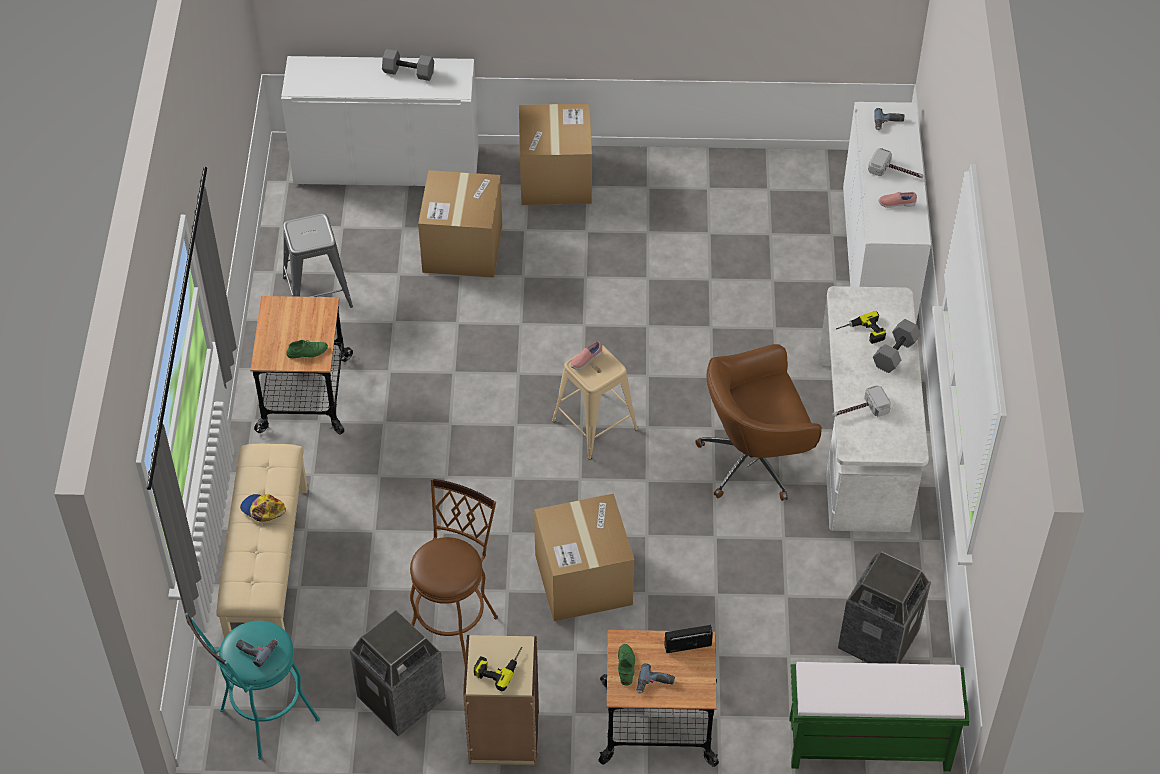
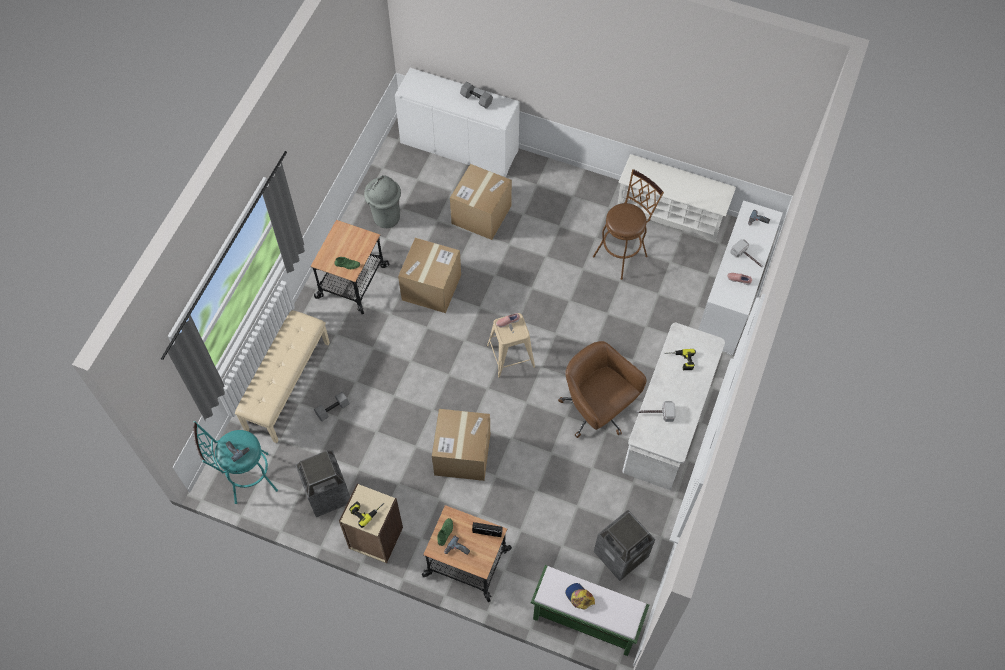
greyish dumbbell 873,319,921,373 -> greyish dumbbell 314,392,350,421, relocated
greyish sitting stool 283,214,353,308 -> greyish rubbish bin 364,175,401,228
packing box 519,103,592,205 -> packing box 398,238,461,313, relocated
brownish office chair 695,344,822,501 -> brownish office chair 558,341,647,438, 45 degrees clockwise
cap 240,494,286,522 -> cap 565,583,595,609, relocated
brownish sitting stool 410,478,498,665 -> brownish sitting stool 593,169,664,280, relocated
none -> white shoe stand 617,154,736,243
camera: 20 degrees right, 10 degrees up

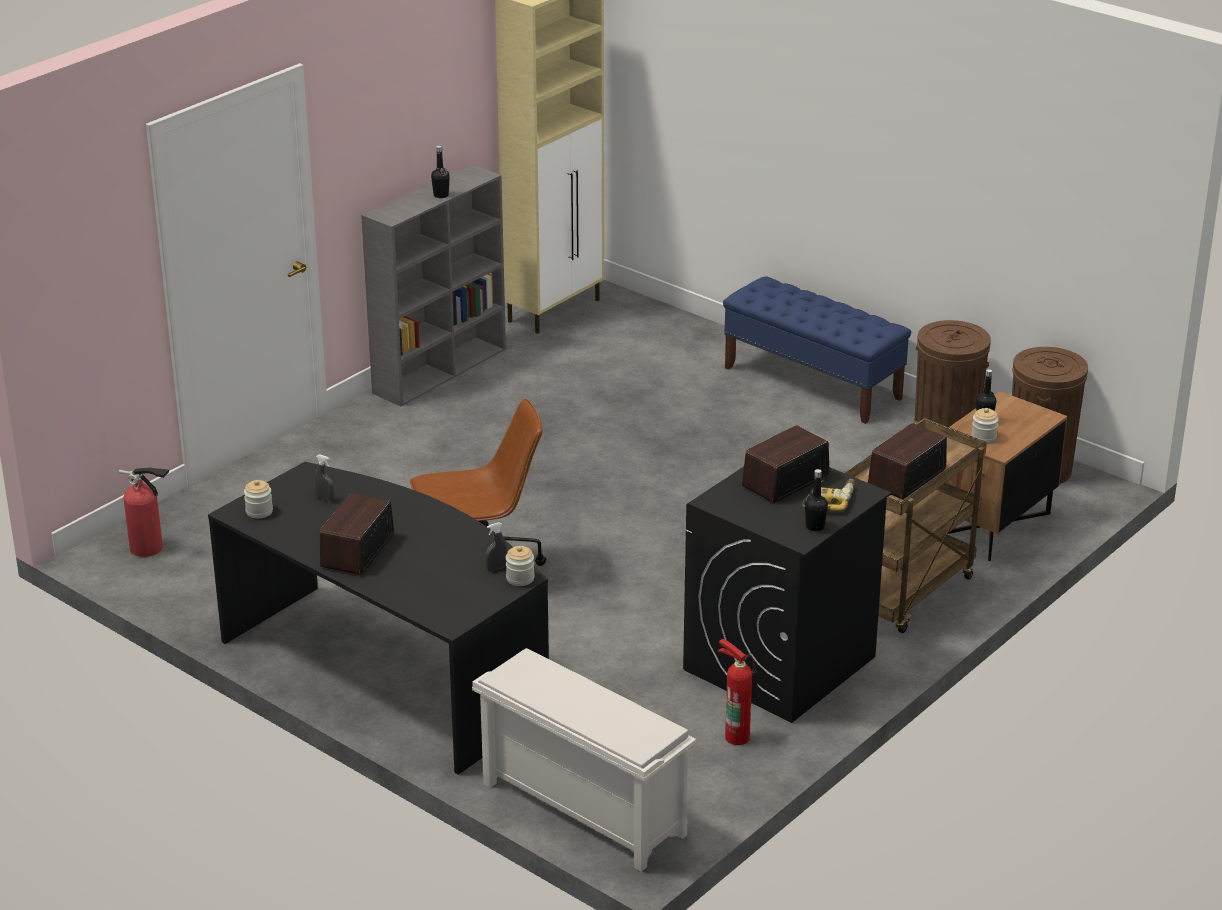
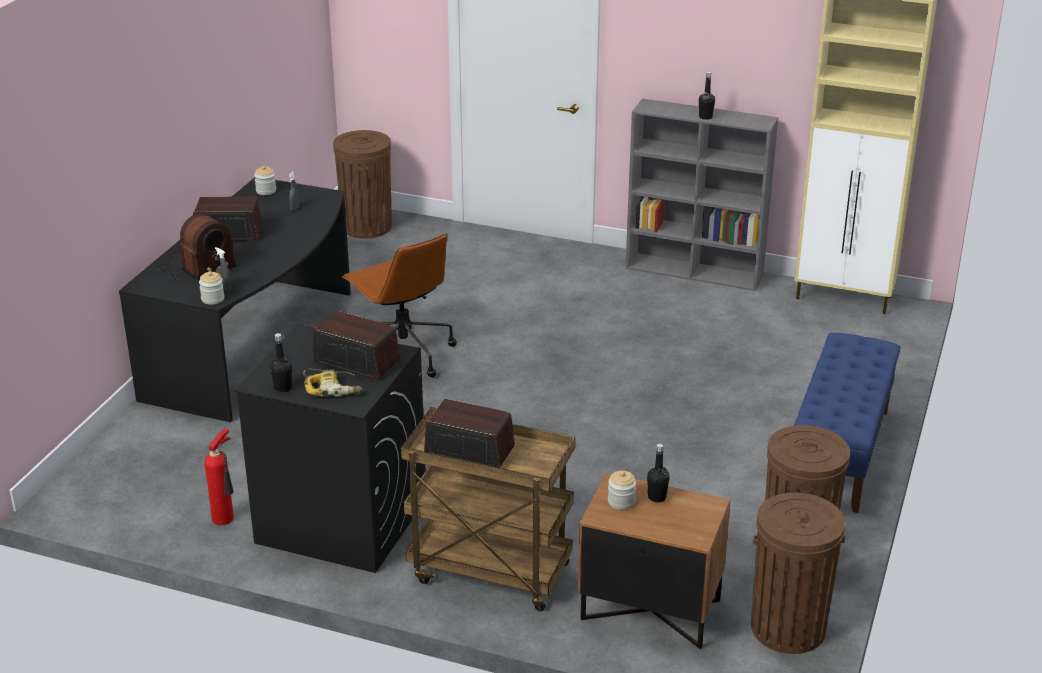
none -> radio set 158,213,237,281
fire-fighting cylinder 119,467,169,557 -> brownish rubbish bin 333,130,392,239
white shoe stand 472,648,696,872 -> none
camera: 70 degrees right, 0 degrees up

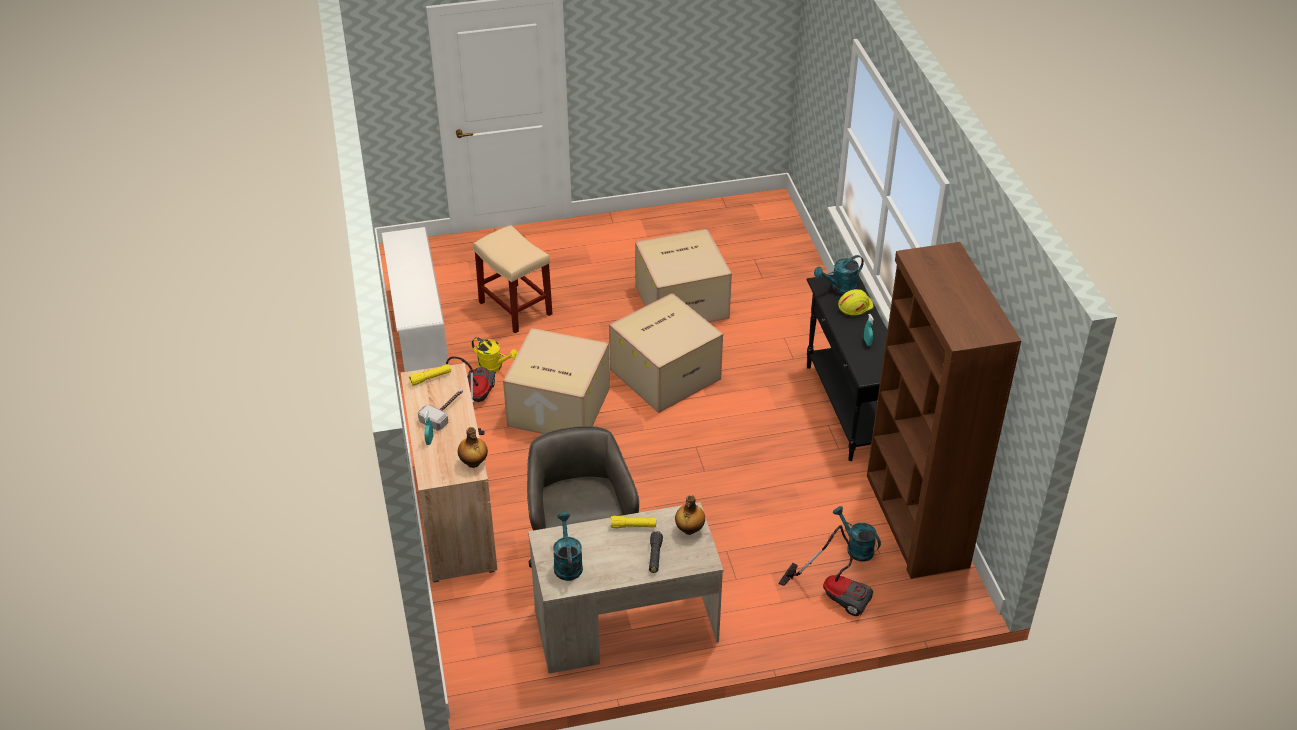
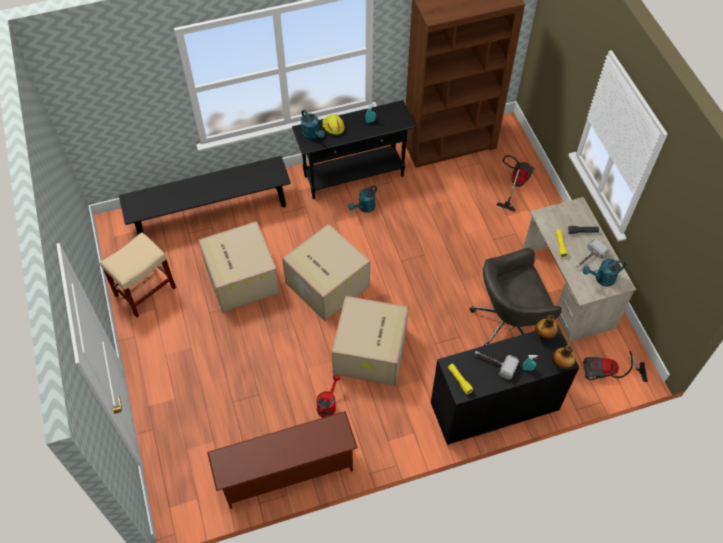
beige-coloured sitting stool 474,225,552,333 -> beige-coloured sitting stool 100,232,176,318, relocated
none -> black-coloured long seat 119,156,291,235
white shoe stand 382,227,449,372 -> brownish shoe stand 207,411,358,509
yellow watering can 472,337,518,372 -> reddish watering can 317,375,341,418
blue-green watering can 833,506,881,562 -> blue-green watering can 348,185,377,212, relocated
beige-coloured storage cabinet 401,363,498,582 -> black-coloured storage cabinet 431,324,580,445
drink bottle 675,495,705,535 -> drink bottle 552,345,576,370, relocated
none -> hand hammer 576,239,609,268
vacuum cleaner 446,356,496,435 -> vacuum cleaner 583,351,648,382, relocated
camera: 95 degrees left, 15 degrees up

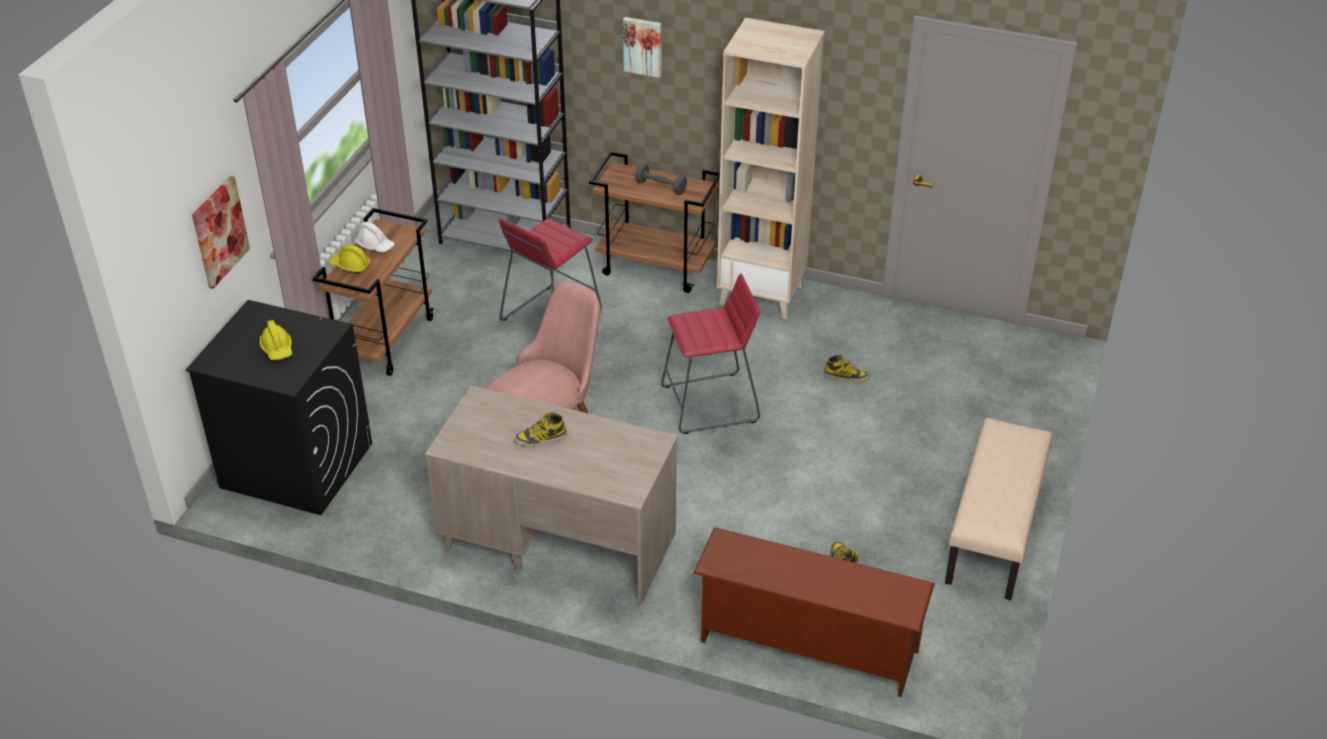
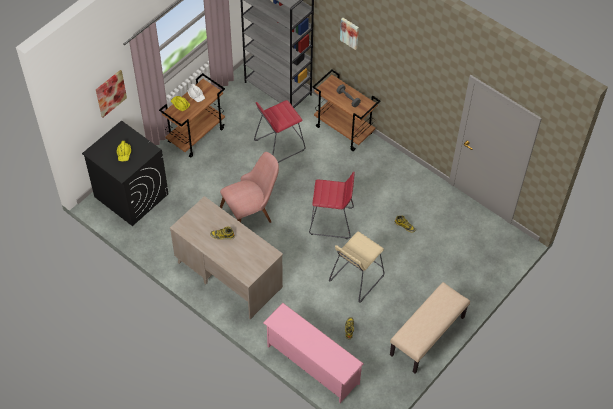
brownish shoe stand 693,527,935,697 -> pink shoe stand 263,303,364,403
none -> beige-coloured sitting stool 329,231,384,303
beige-coloured bookshelf 717,18,825,319 -> none
camera: 20 degrees right, 15 degrees up

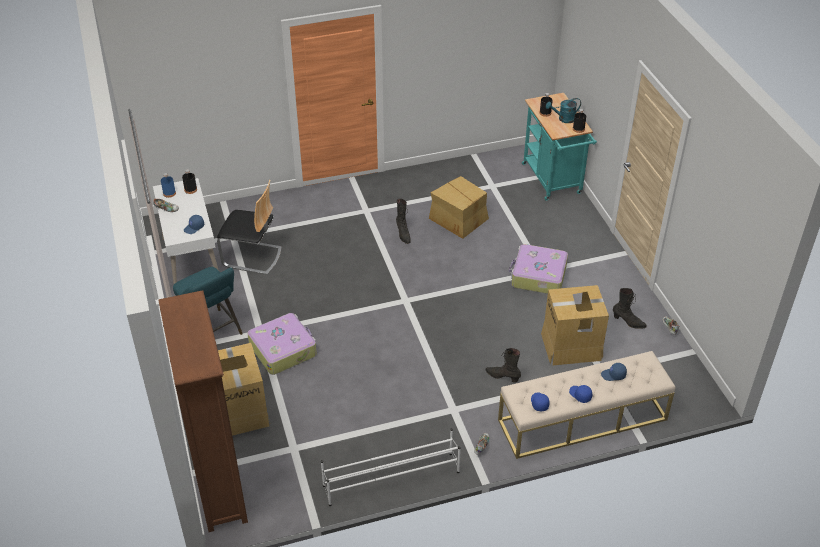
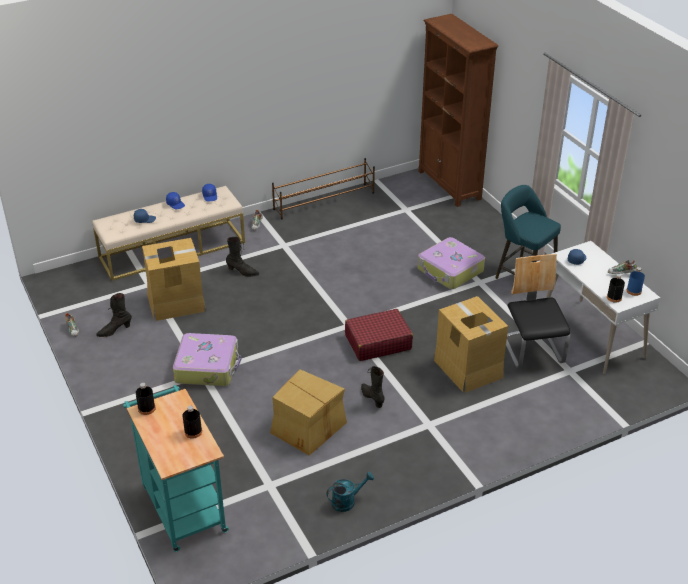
black-coloured high-top boot 613,288,647,329 -> black-coloured high-top boot 96,293,132,337, 45 degrees counterclockwise
white shoe stand 321,428,461,506 -> brownish shoe stand 272,158,375,219
blue-green watering can 546,98,581,123 -> blue-green watering can 326,472,374,512, relocated
none -> reddish travel case 345,309,413,361
packing box 218,343,270,436 -> packing box 434,296,508,393, relocated
chair 217,180,282,275 -> chair 506,254,570,369, 75 degrees clockwise
camera: 170 degrees right, 5 degrees down

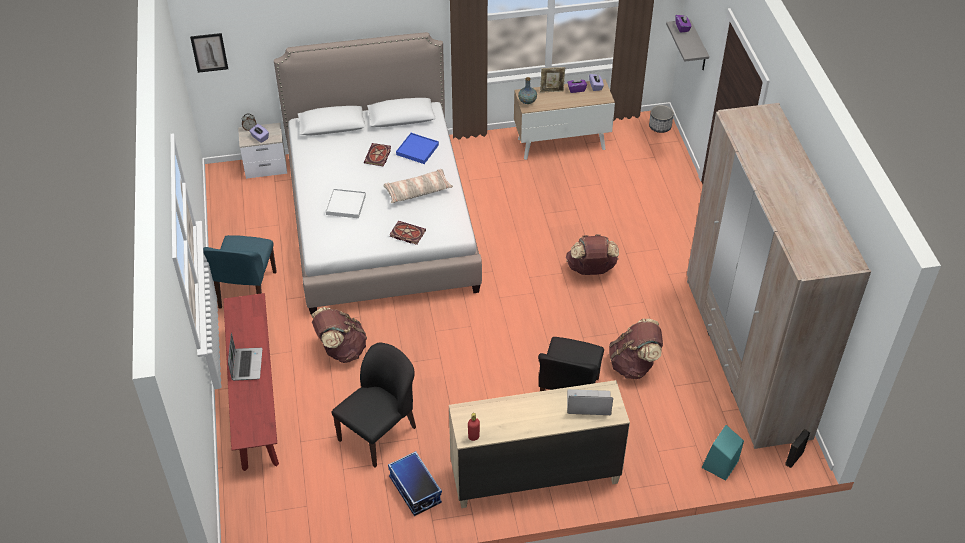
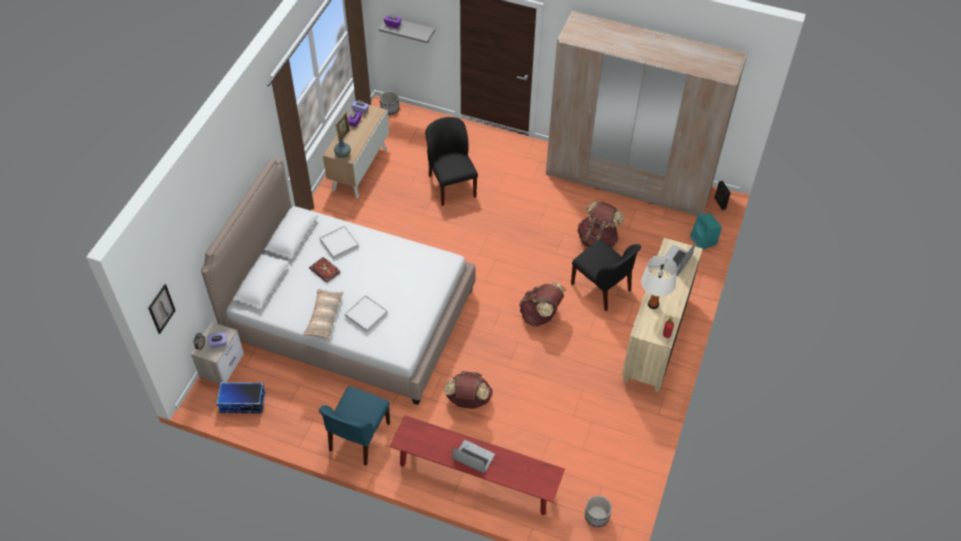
storage bin 388,451,442,516 -> storage bin 216,382,265,413, relocated
throw pillow 383,169,453,203 -> throw pillow 303,289,344,340, relocated
blue-coloured chair 203,235,277,309 -> blue-coloured chair 319,386,390,466, 75 degrees clockwise
blue-coloured carrying tray 396,133,439,164 -> white carrying tray 320,226,359,259
black-coloured chair 332,343,416,467 -> black-coloured chair 425,117,478,206, relocated
brownish knapsack 566,234,619,275 -> brownish knapsack 519,282,566,327, relocated
none -> planter 585,496,612,527
none -> white tabletop lamp 641,255,677,309
bound book 390,221,426,245 -> none
camera: 60 degrees left, 5 degrees up

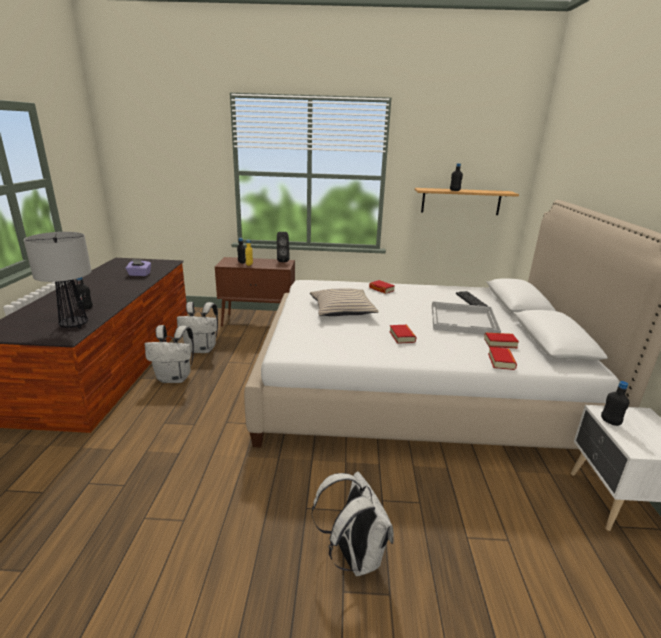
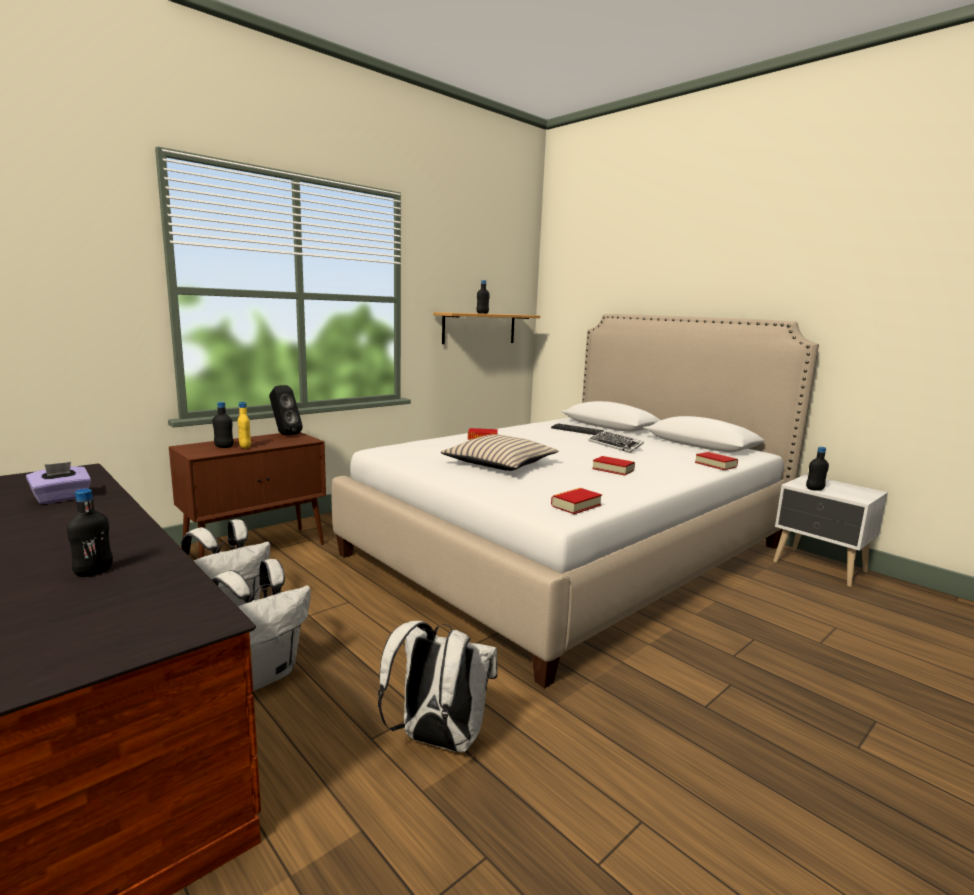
white knapsack 312,471,394,576 -> white knapsack 378,621,498,752, relocated
bound book 484,333,519,348 -> bound book 551,488,602,514, relocated
white carrying tray 432,301,501,335 -> PC keyboard 589,431,644,453
tabletop lamp 24,232,91,328 -> none
camera: 45 degrees left, 10 degrees down

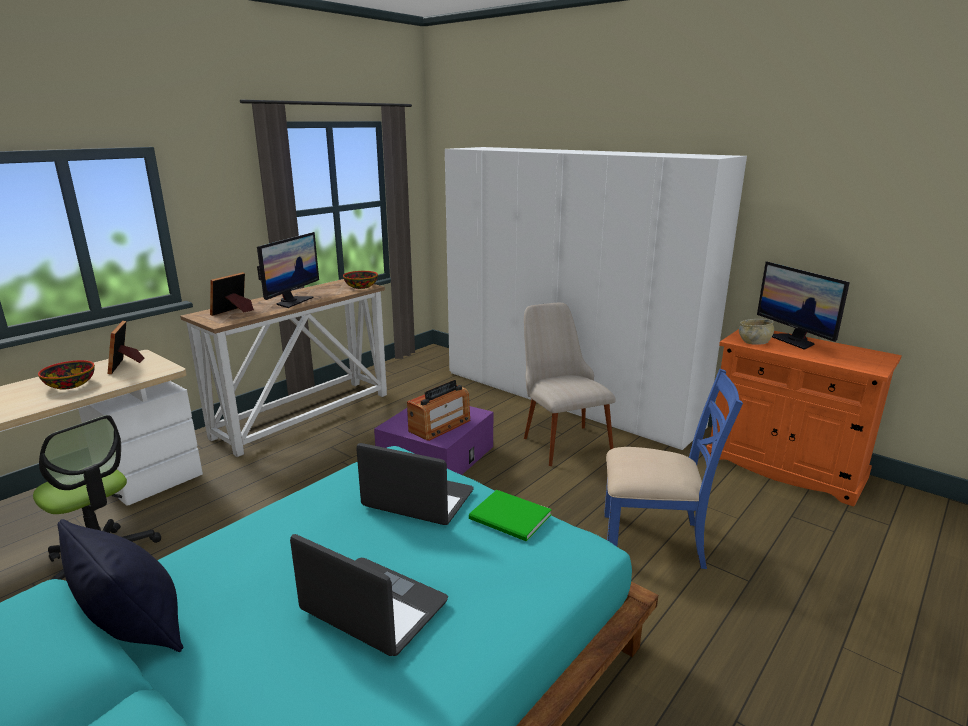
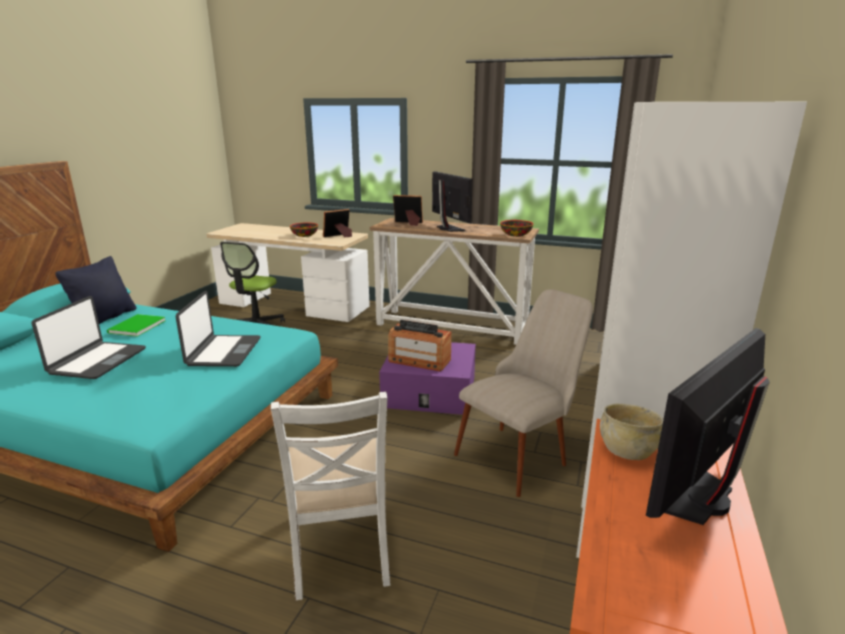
green bound book 469,490,552,542 -> green bound book 107,314,166,337, relocated
blue-coloured chair 604,369,743,569 -> white chair 271,392,391,600
computer display 257,232,319,308 -> computer display 432,171,473,232, 120 degrees counterclockwise
camera: 70 degrees right, 0 degrees up

